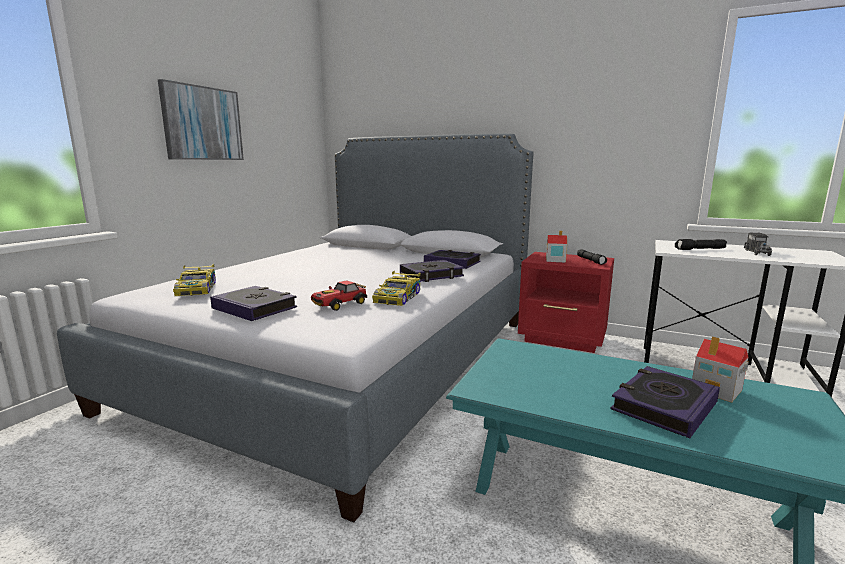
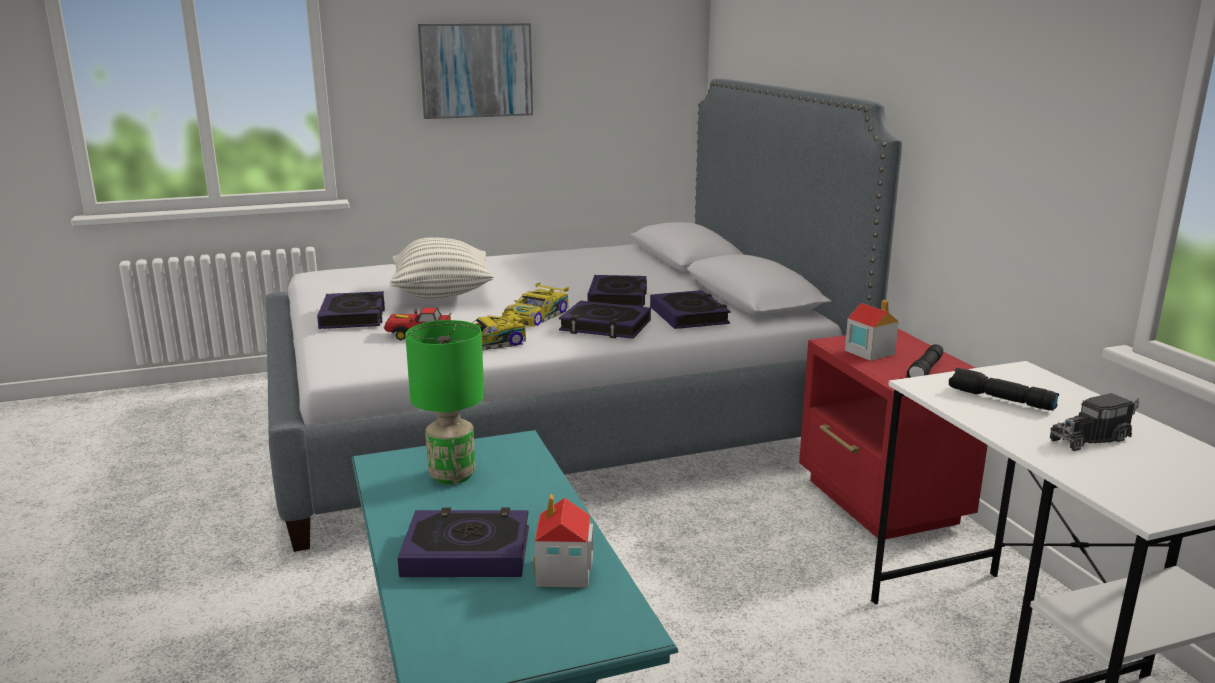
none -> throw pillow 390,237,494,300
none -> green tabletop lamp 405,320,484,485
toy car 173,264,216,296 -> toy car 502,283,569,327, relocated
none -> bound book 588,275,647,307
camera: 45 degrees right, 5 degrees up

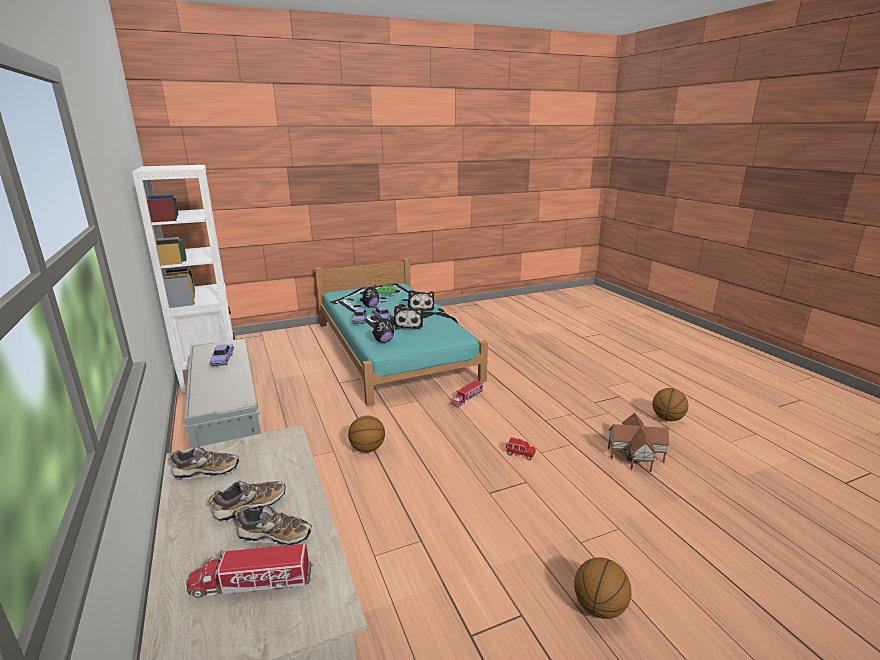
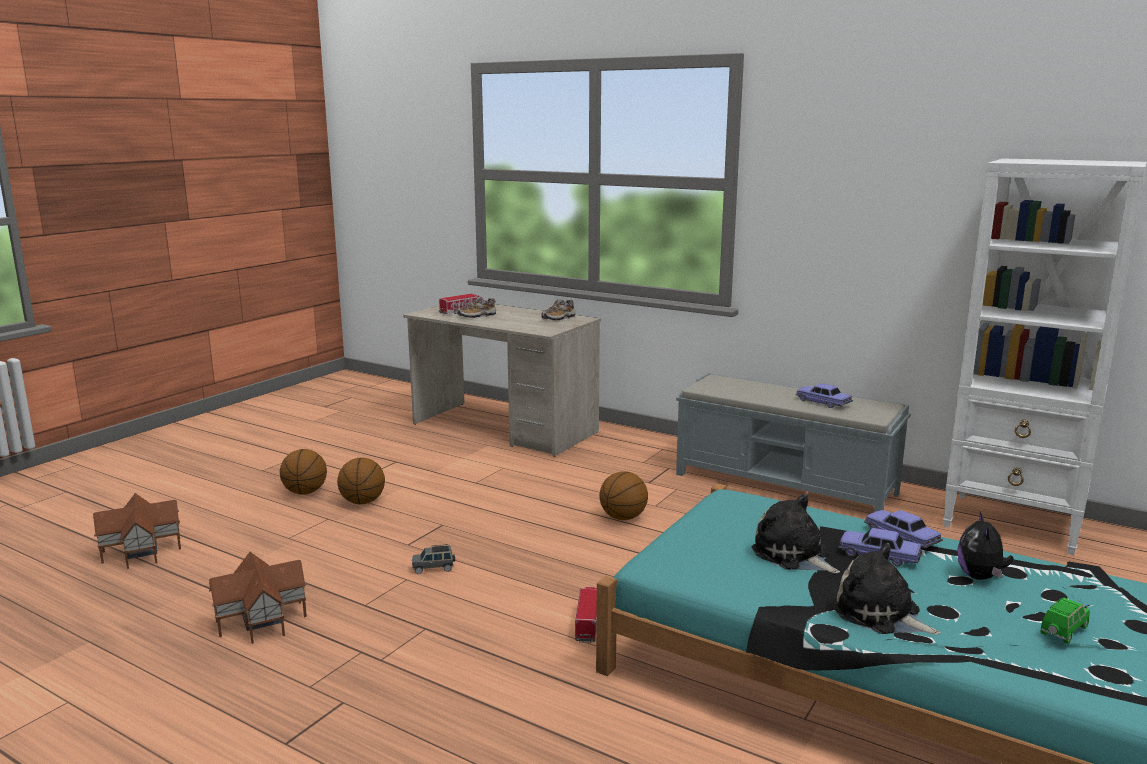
none -> miniature house 93,493,181,569
basketball ball 652,388,688,421 -> basketball ball 337,458,385,504, relocated
reddish toy car 506,437,536,460 -> greyish toy car 412,544,455,574
shoe 209,481,286,522 -> none
plush toy 372,316,394,343 -> none
camera: 145 degrees right, 5 degrees down

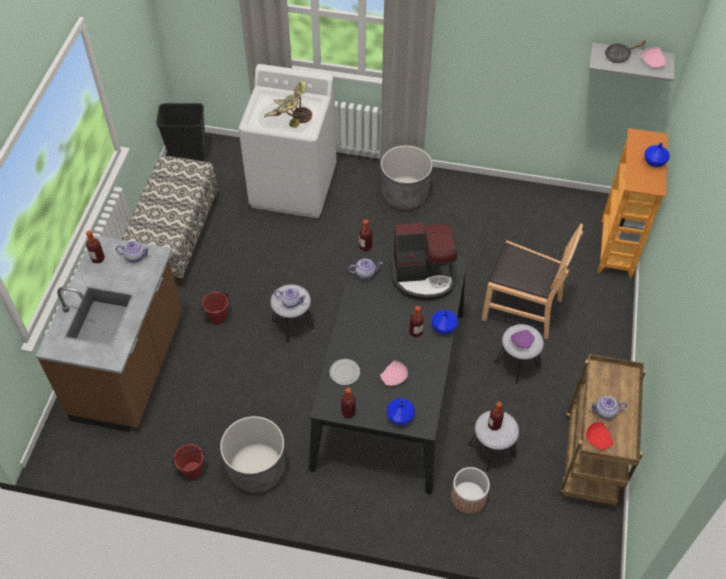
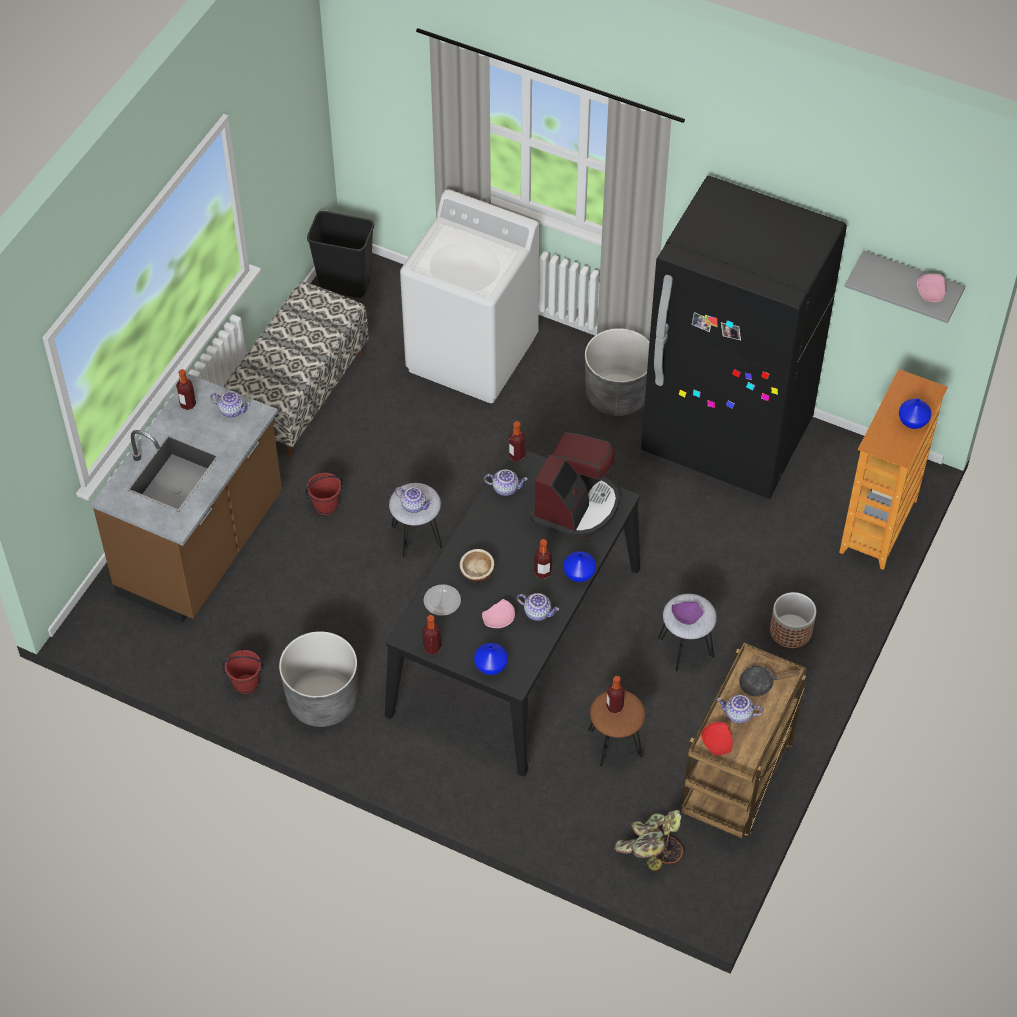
none -> bowl 459,549,494,583
none -> pot for tea 517,593,559,621
coffee maker 389,223,457,300 -> coffee maker 531,432,620,538, 75 degrees counterclockwise
greyish sitting stool 468,411,519,473 -> brownish sitting stool 588,690,645,768
plant in a pot 264,80,312,128 -> plant in a pot 614,810,684,871, relocated
none -> black-coloured kitchen fridge 641,176,847,499
black-coloured skillet 605,41,647,63 -> black-coloured skillet 739,666,800,696, relocated
planter 451,467,490,513 -> planter 770,592,816,648, relocated
brownish chair 482,224,583,339 -> none
camera: 15 degrees right, 0 degrees up

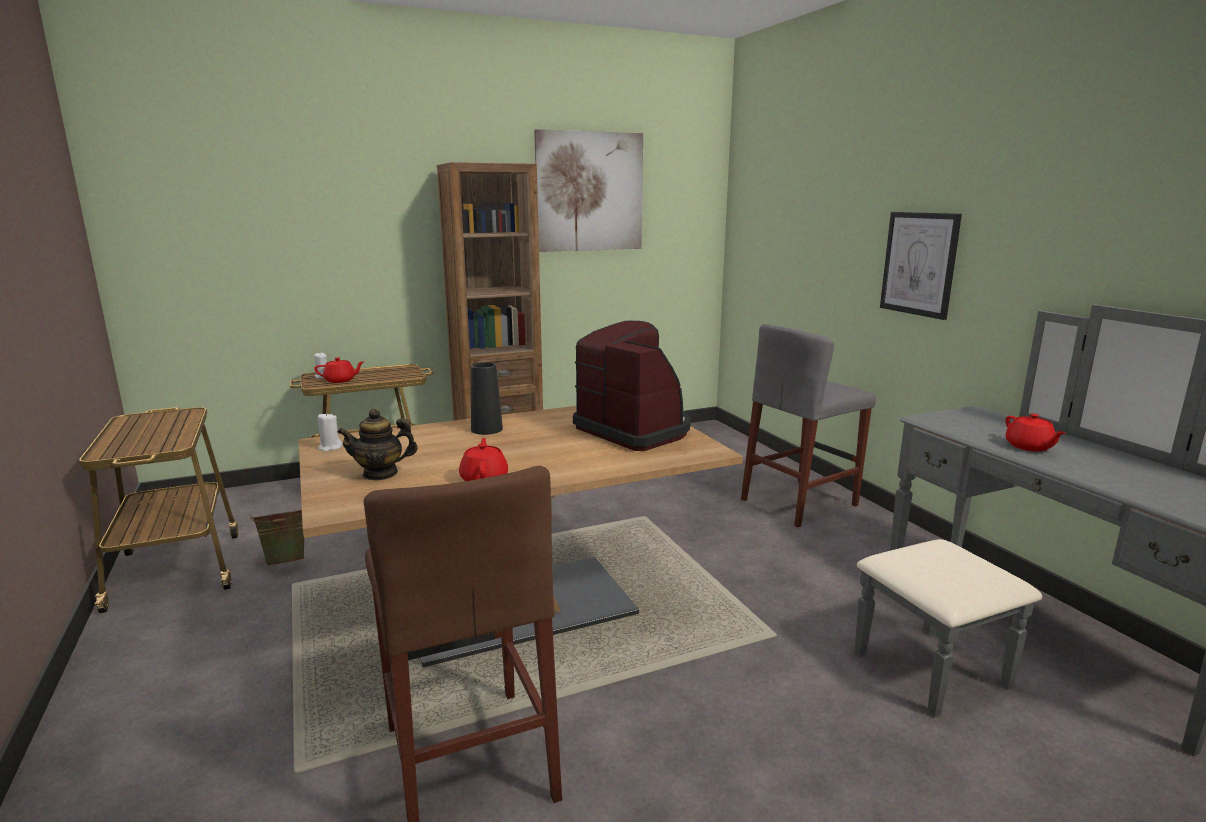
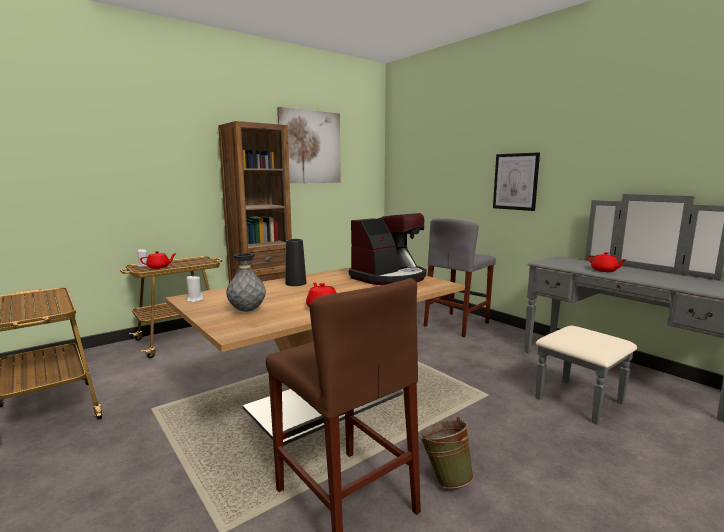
pot for tea 337,409,418,481 -> greyish decorative vase 226,253,266,312
coffee maker 573,321,691,451 -> coffee maker 349,213,427,285, 105 degrees clockwise
green bucket 250,509,305,566 -> green bucket 418,417,474,489, relocated
camera: 15 degrees left, 5 degrees down

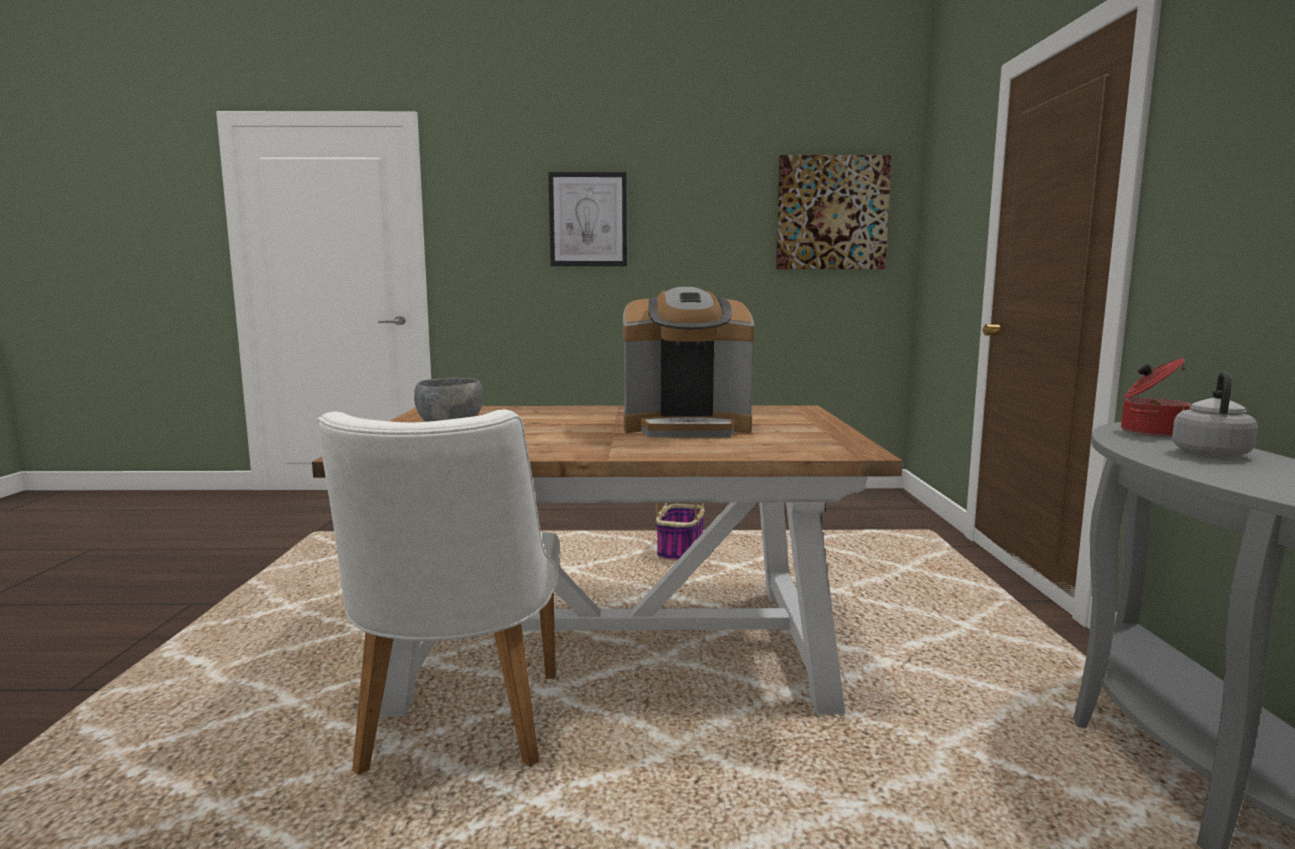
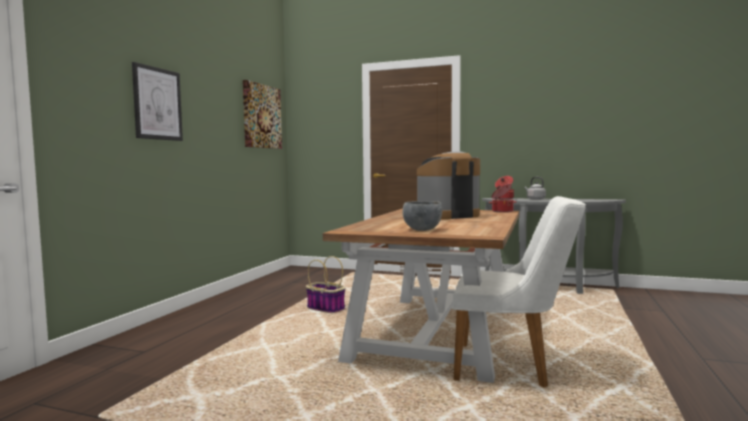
coffee maker 623,287,755,437 -> coffee maker 417,151,480,219, 135 degrees counterclockwise
none -> cooking pot 489,184,516,213
camera: 70 degrees left, 5 degrees down

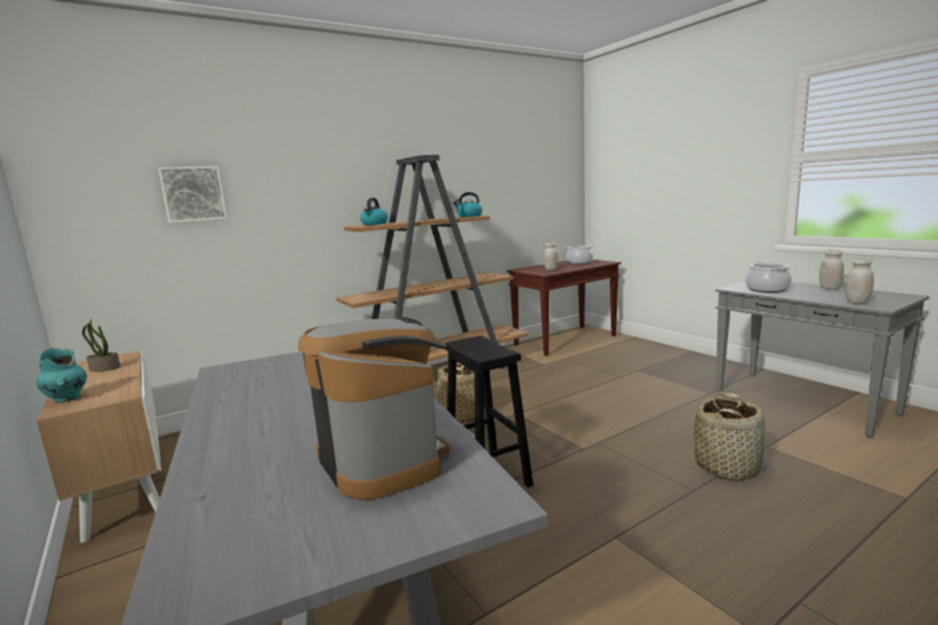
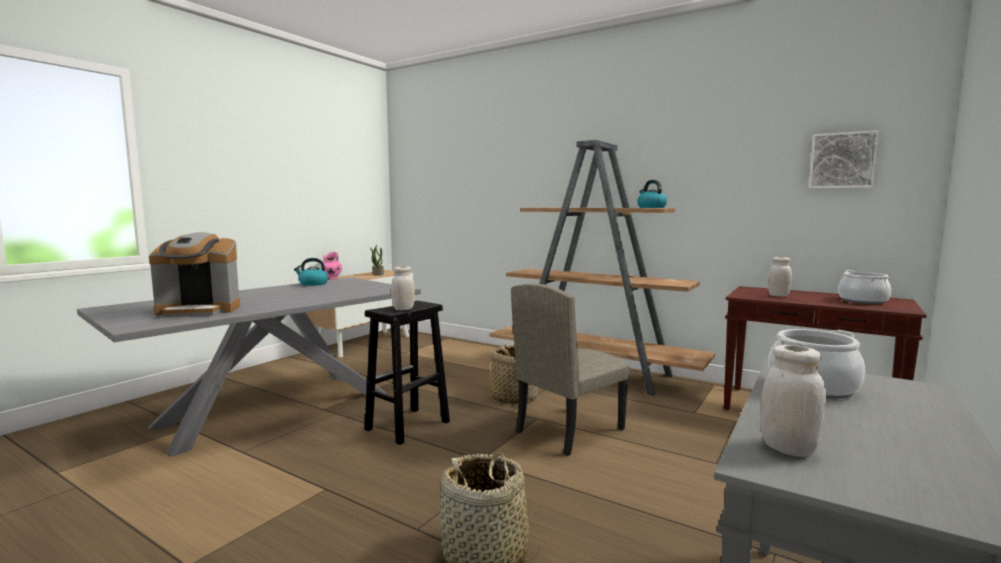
coffee maker 298,317,450,500 -> coffee maker 149,232,240,317, 45 degrees clockwise
kettle 360,198,388,225 -> kettle 294,258,328,286, relocated
blue-green decorative vase 36,348,87,403 -> pink decorative vase 321,252,342,280
white jar 819,250,844,290 -> white jar 391,266,415,310, relocated
none -> beige-coloured chair 511,284,630,456
picture 158,166,227,223 -> picture 809,130,879,189, relocated
camera: 65 degrees right, 5 degrees down

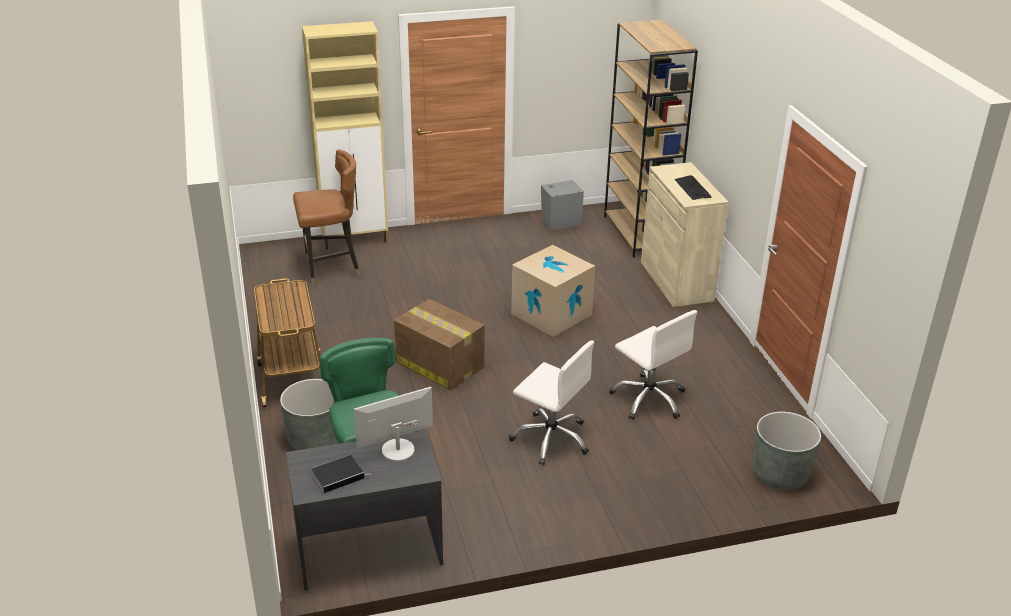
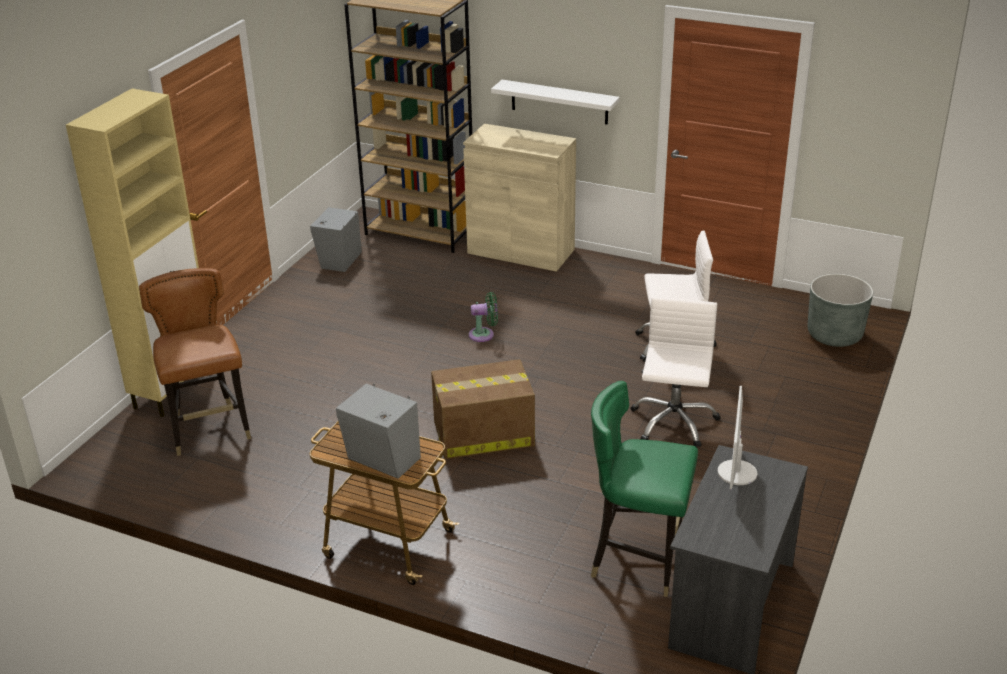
brownish chair 293,149,360,285 -> brownish chair 139,268,251,456, 45 degrees counterclockwise
none -> greyish loudspeaker 336,383,421,479
packing box 511,245,595,337 -> green cooling fan 469,292,498,342
none -> white shelf 491,80,620,125
white office chair 509,340,594,465 -> white office chair 630,297,721,447, 60 degrees counterclockwise
greyish planter 280,379,338,450 -> none
bound book 311,455,371,493 -> none
PC keyboard 675,175,712,200 -> none
camera: 50 degrees left, 0 degrees up

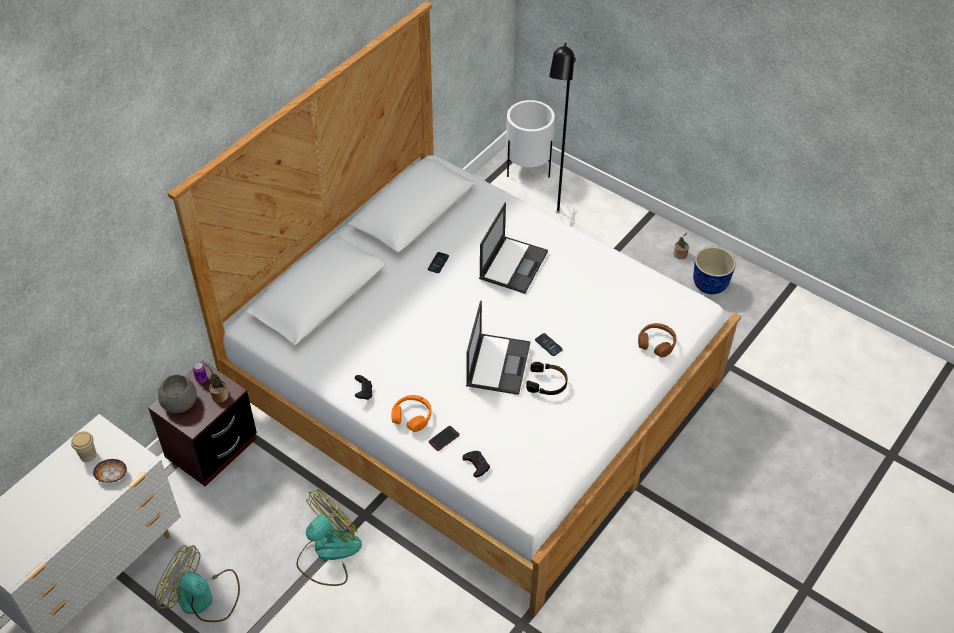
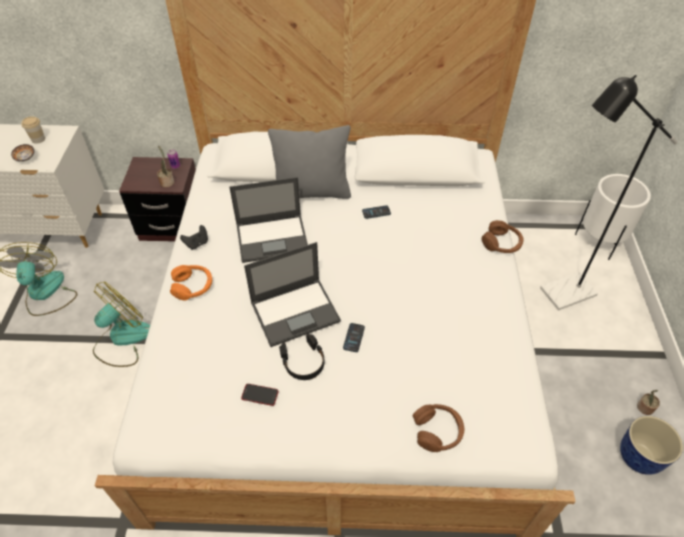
cooling fan 296,489,362,586 -> cooling fan 93,281,150,367, 60 degrees counterclockwise
laptop 479,203,548,294 -> laptop 229,177,308,263, relocated
telephone 429,426,459,451 -> telephone 241,384,279,406, relocated
none -> greyish throw pillow 268,125,351,199
none -> brownish headset 482,220,524,253
greyish bowl 158,374,197,413 -> none
black-coloured gamepad 462,451,490,478 -> none
camera: 55 degrees right, 0 degrees up

